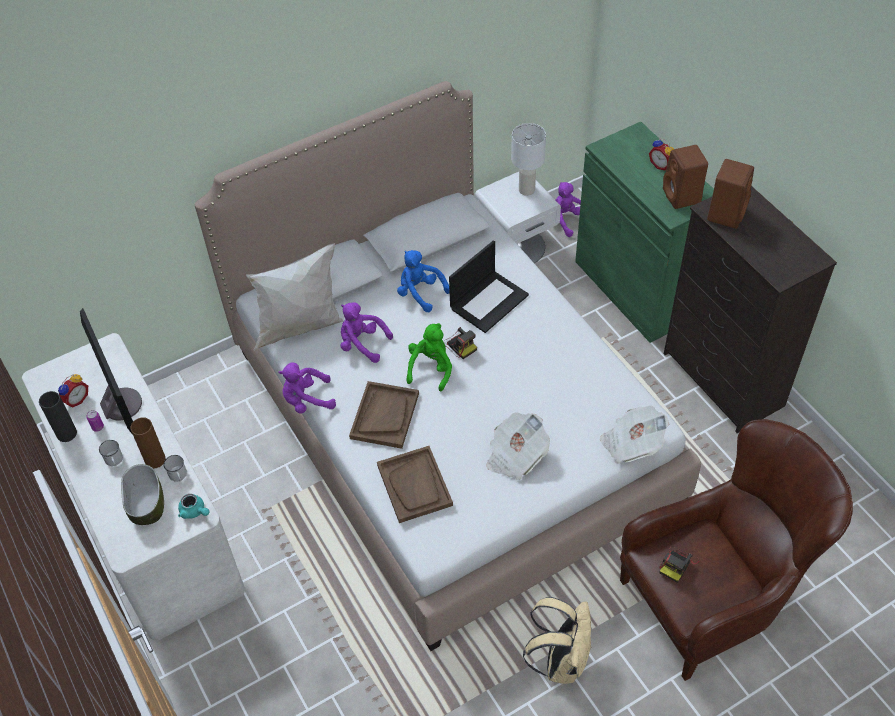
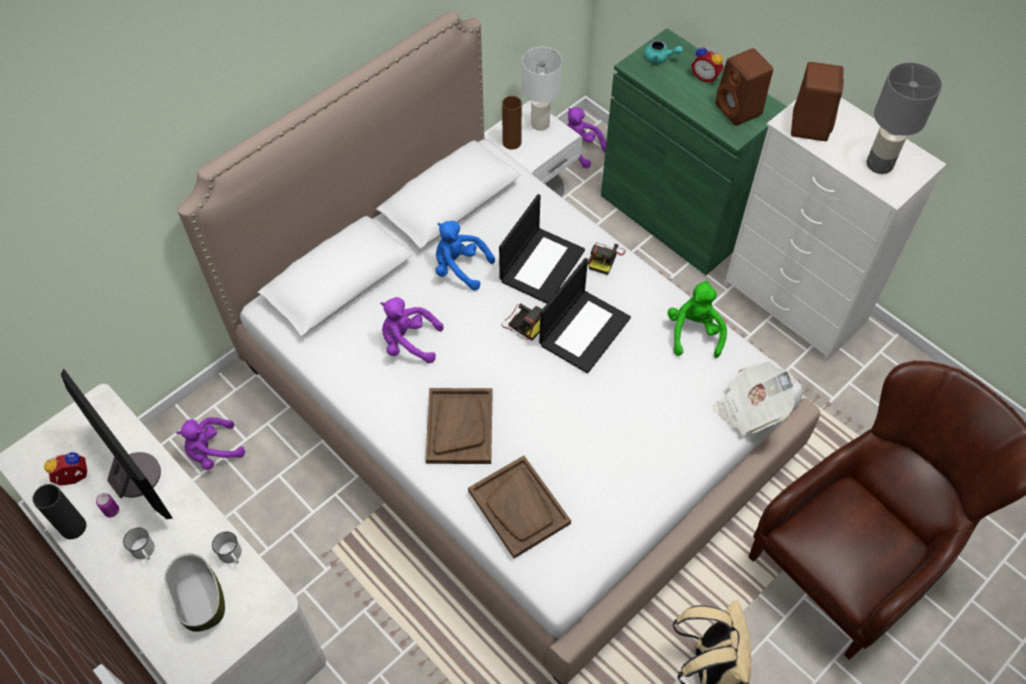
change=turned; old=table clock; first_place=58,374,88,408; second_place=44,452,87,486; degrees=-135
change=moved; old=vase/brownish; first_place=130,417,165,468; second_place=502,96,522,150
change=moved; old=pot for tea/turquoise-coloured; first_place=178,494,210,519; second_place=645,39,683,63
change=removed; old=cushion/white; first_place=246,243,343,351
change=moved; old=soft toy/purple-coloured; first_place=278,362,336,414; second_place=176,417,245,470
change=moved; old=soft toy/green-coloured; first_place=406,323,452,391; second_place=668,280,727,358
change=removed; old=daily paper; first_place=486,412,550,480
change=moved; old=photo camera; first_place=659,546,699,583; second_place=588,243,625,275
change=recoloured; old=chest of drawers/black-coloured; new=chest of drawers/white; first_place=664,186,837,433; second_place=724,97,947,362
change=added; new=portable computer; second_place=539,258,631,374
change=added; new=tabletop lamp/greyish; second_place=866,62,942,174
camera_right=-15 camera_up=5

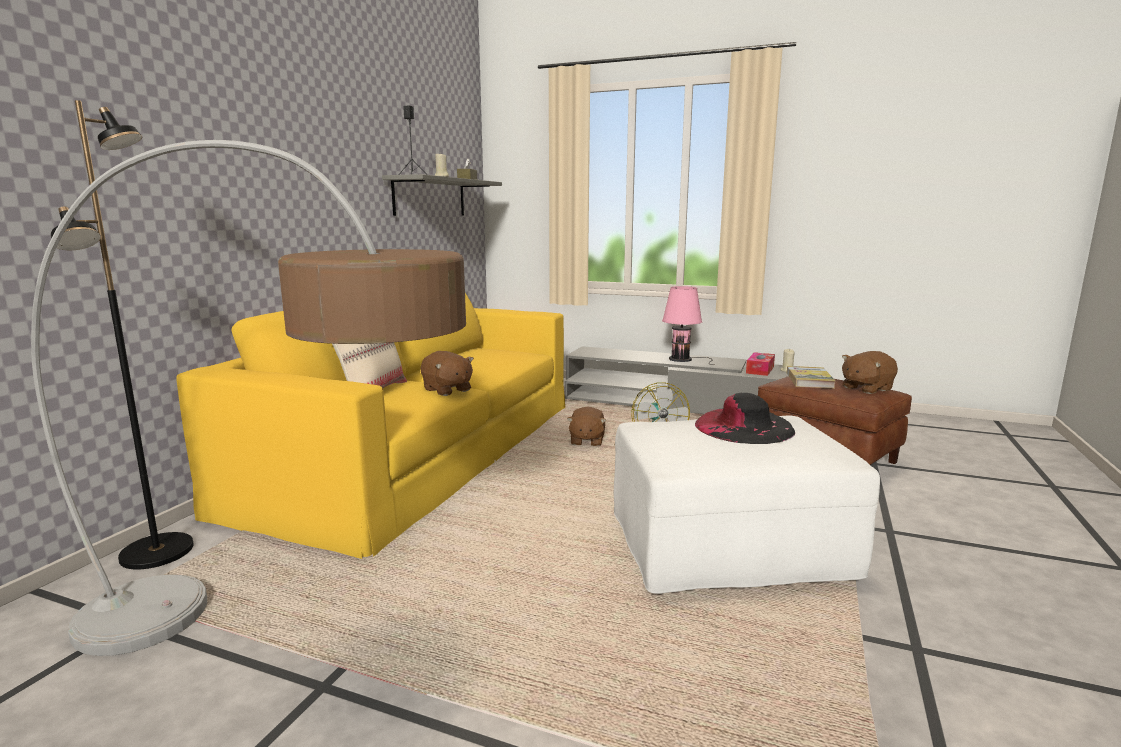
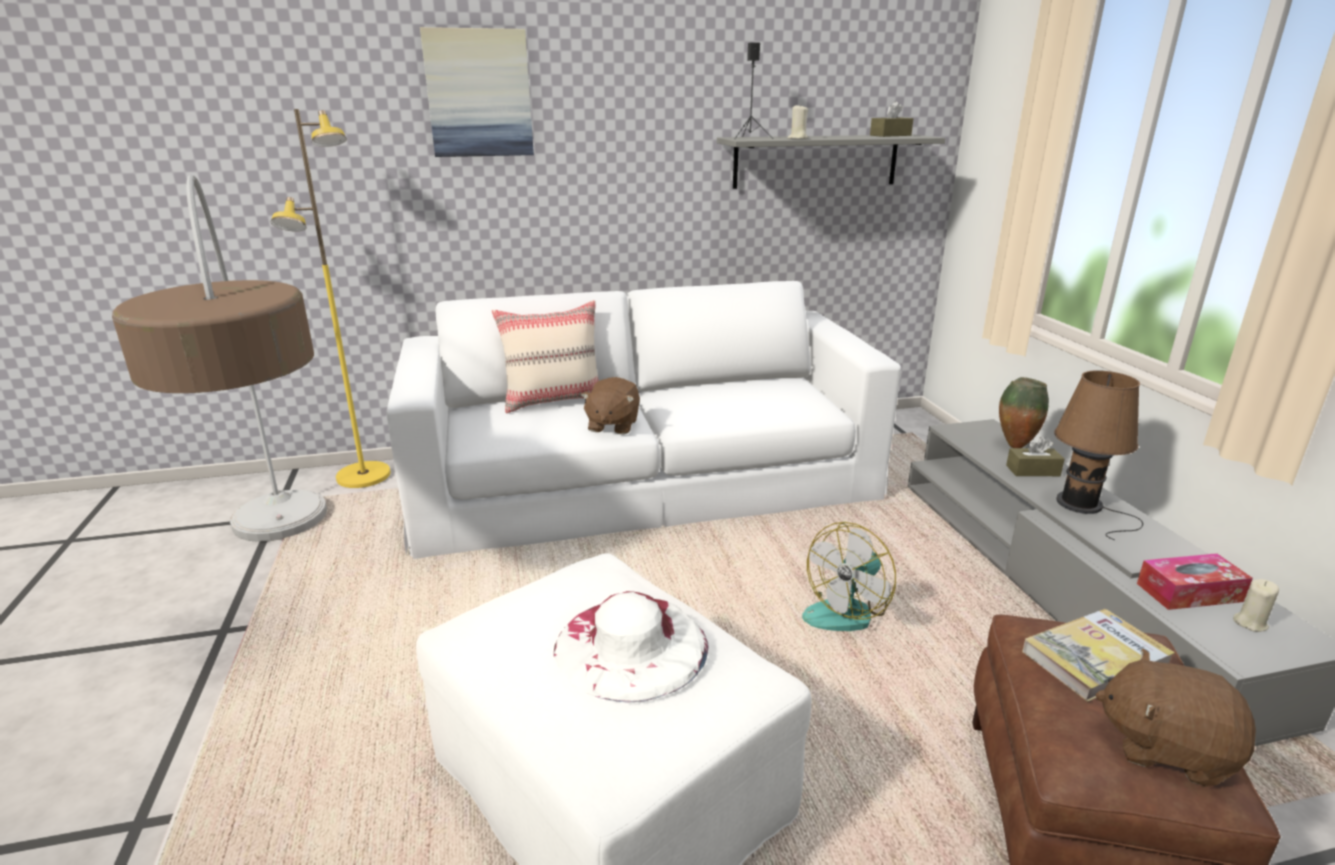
change=recoloured; old=floor lamp/black-coloured; new=floor lamp/yellowish; first_place=51,100,194,570; second_place=271,109,391,488
change=recoloured; old=couch/yellowish; new=couch/white; first_place=176,293,565,559; second_place=387,281,901,559
change=removed; old=soft toy/brownish; first_place=567,406,606,446
change=recoloured; old=tabletop lamp/pink-coloured; new=tabletop lamp/brownish; first_place=662,286,715,365; second_place=1054,370,1143,540
change=recoloured; old=clothing hat/black-coloured; new=clothing hat/white; first_place=695,393,795,444; second_place=554,591,709,702
change=added; new=wall picture; second_place=420,27,534,157
change=added; new=vase; second_place=999,377,1049,448
change=added; new=tissue box/brownish; second_place=1006,437,1065,476
camera_right=55 camera_up=10

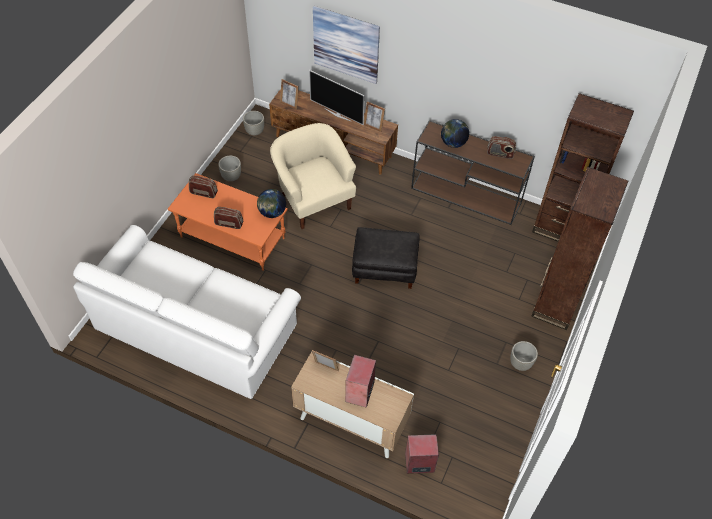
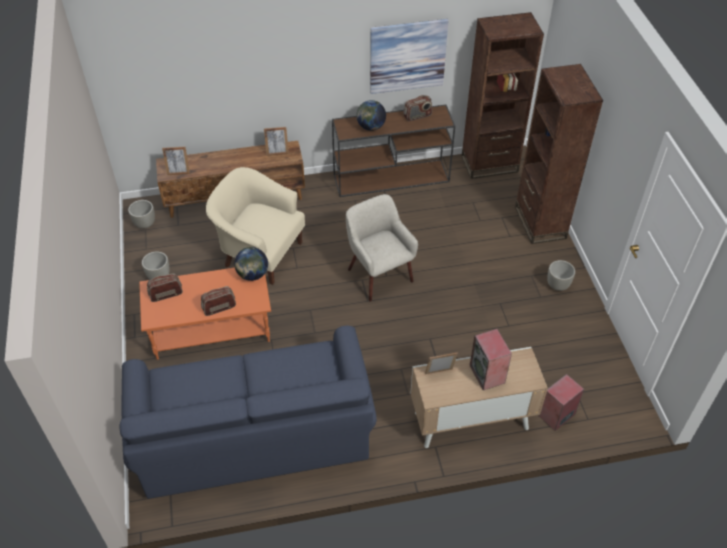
change=recoloured; old=couch/white; new=couch/bluish; first_place=73,225,301,399; second_place=120,326,377,499
change=removed; old=television; first_place=309,70,365,125
change=moved; old=wall picture; first_place=313,6,380,84; second_place=370,19,449,94
change=replaced; old=ottoman/black-coloured; new=lounge chair/beige-coloured; first_place=352,227,420,289; second_place=346,194,418,302
camera_right=-35 camera_up=-5

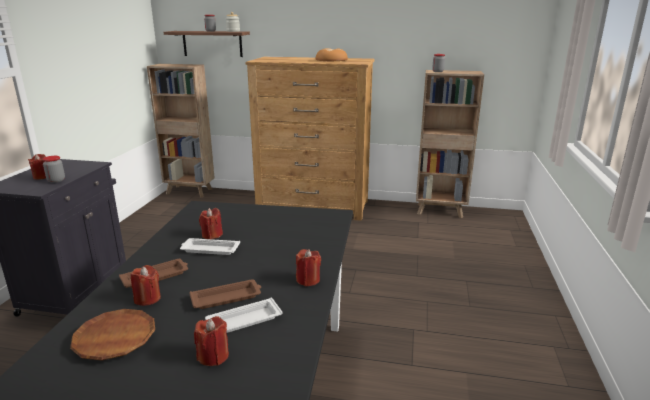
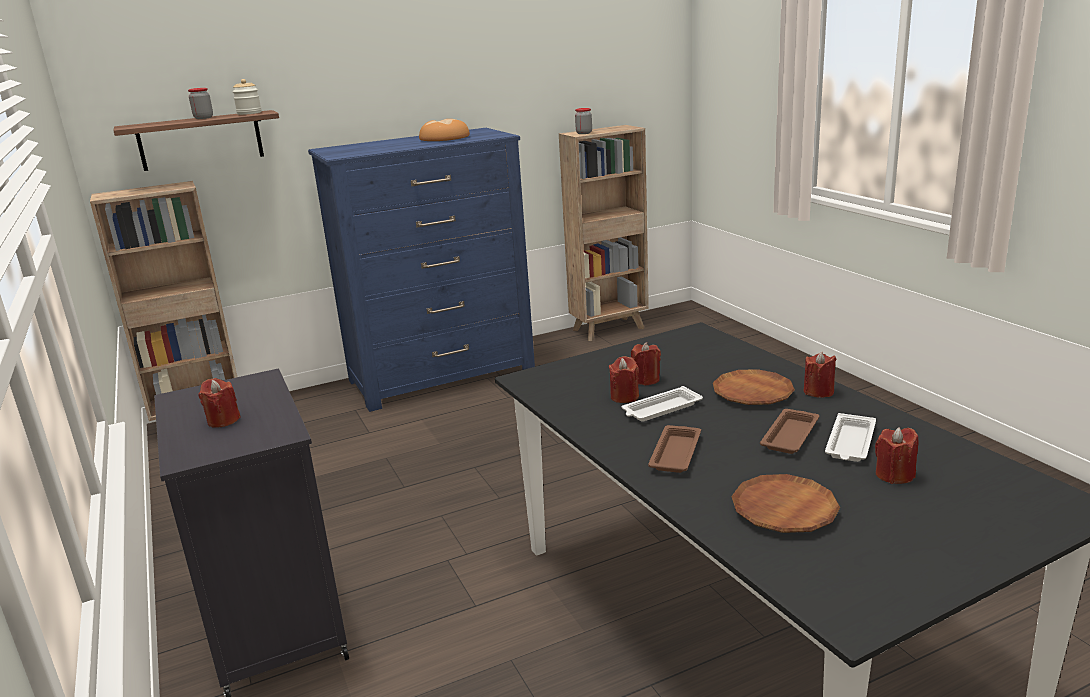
change=removed; old=preserve jar; first_place=42,156,65,183
change=moved; old=candle/red-coloured; first_place=131,265,161,306; second_place=631,342,661,385
change=recoloured; old=chest of drawers/brownish; new=chest of drawers/bluish; first_place=246,57,374,221; second_place=308,128,535,412
change=added; new=plate/brownish; second_place=713,369,795,405
camera_right=-35 camera_up=0

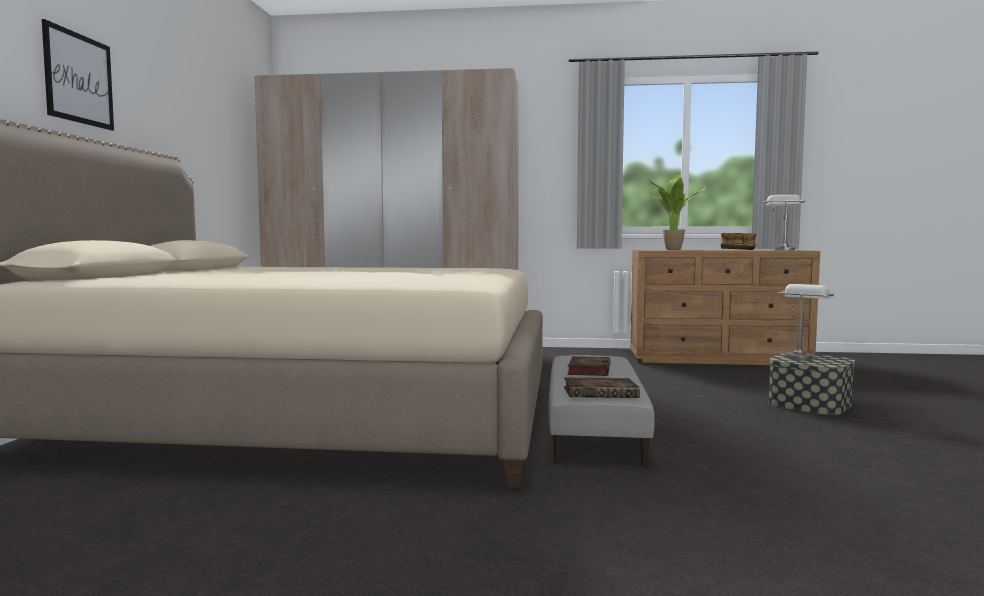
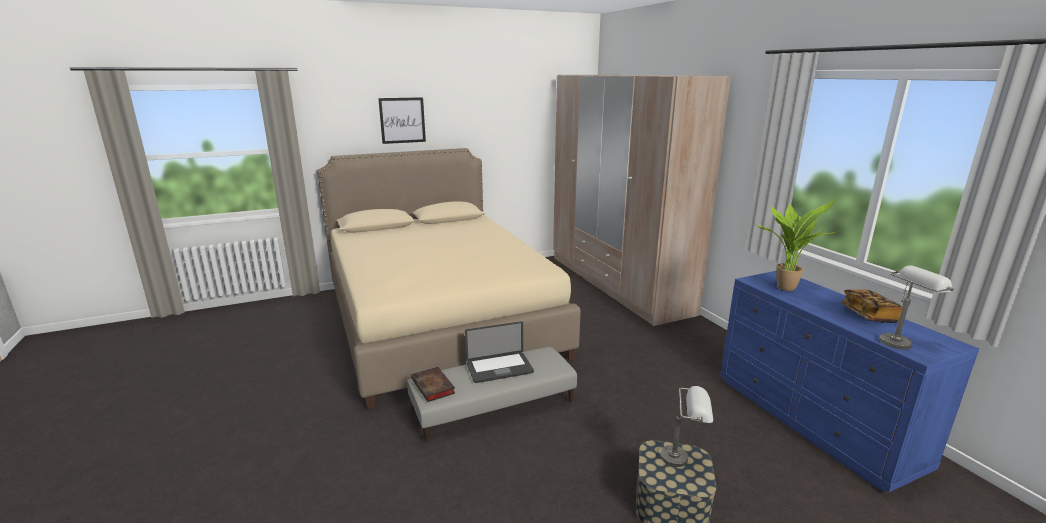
change=replaced; old=volume; new=portable computer; first_place=567,356,610,376; second_place=465,321,534,383
change=recoloured; old=chest of drawers/brownish; new=chest of drawers/bluish; first_place=630,250,820,365; second_place=720,271,979,492
camera_right=60 camera_up=15

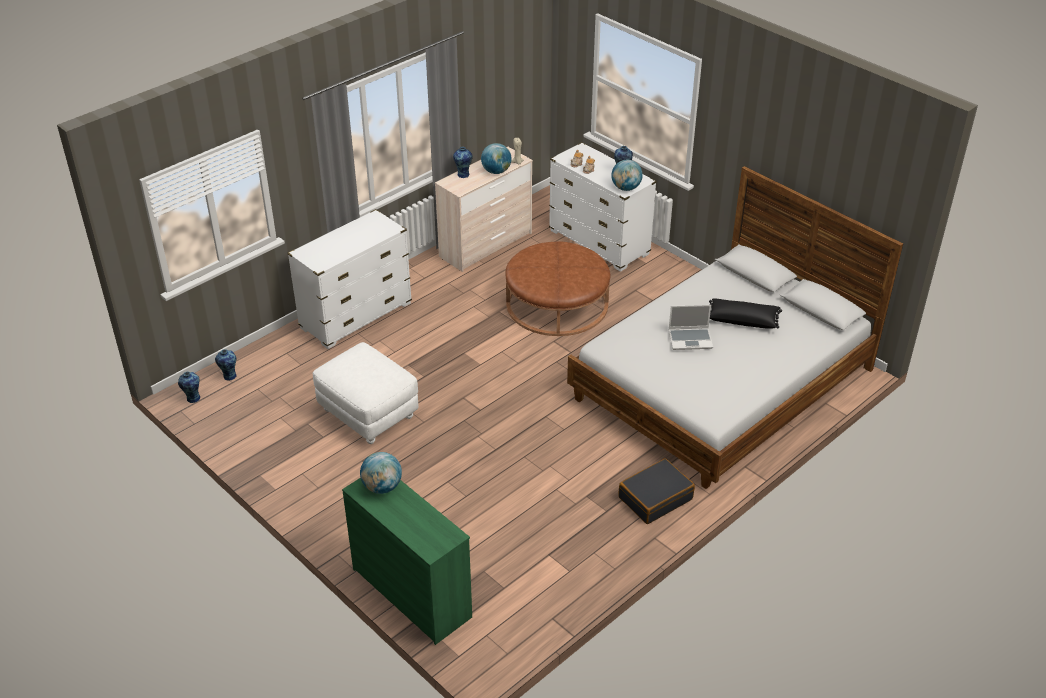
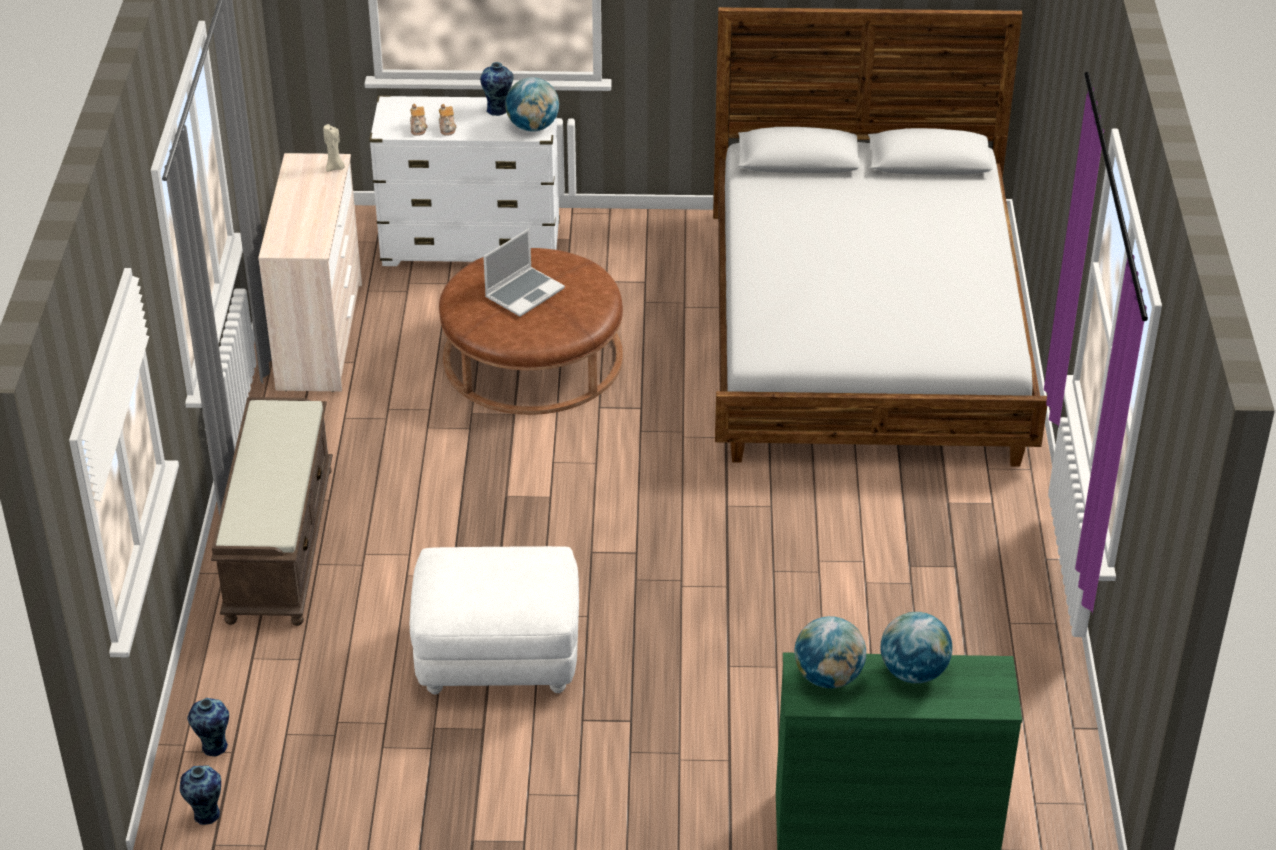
change=replaced; old=chest of drawers/white; new=bench/brownish; first_place=288,209,412,349; second_place=211,397,333,626
change=removed; old=vase; first_place=453,147,473,178
change=moved; old=desk globe; first_place=481,143,511,174; second_place=880,612,953,683
change=removed; old=travel case/black-coloured; first_place=618,458,695,524
change=moved; old=portable computer; first_place=669,305,713,350; second_place=483,228,565,317
change=removed; old=cushion/black-coloured; first_place=709,298,782,329
camera_right=-45 camera_up=0

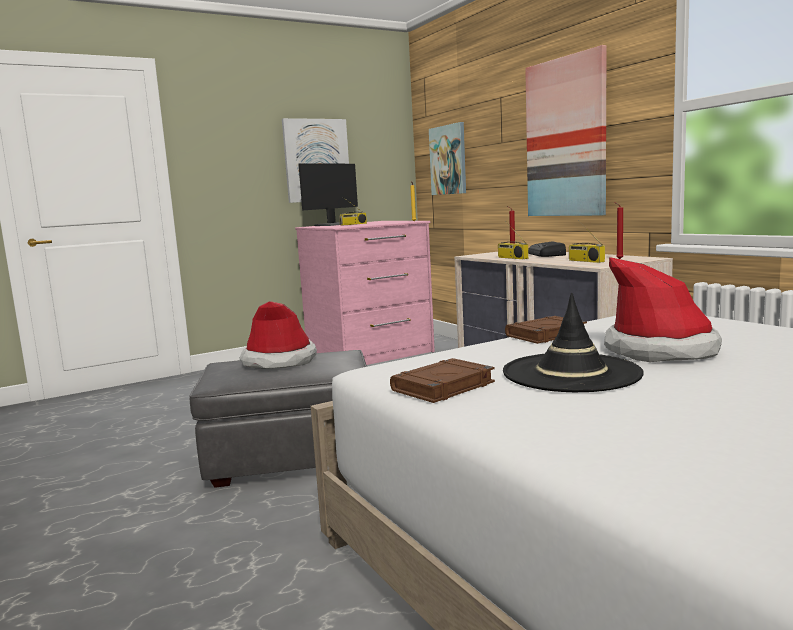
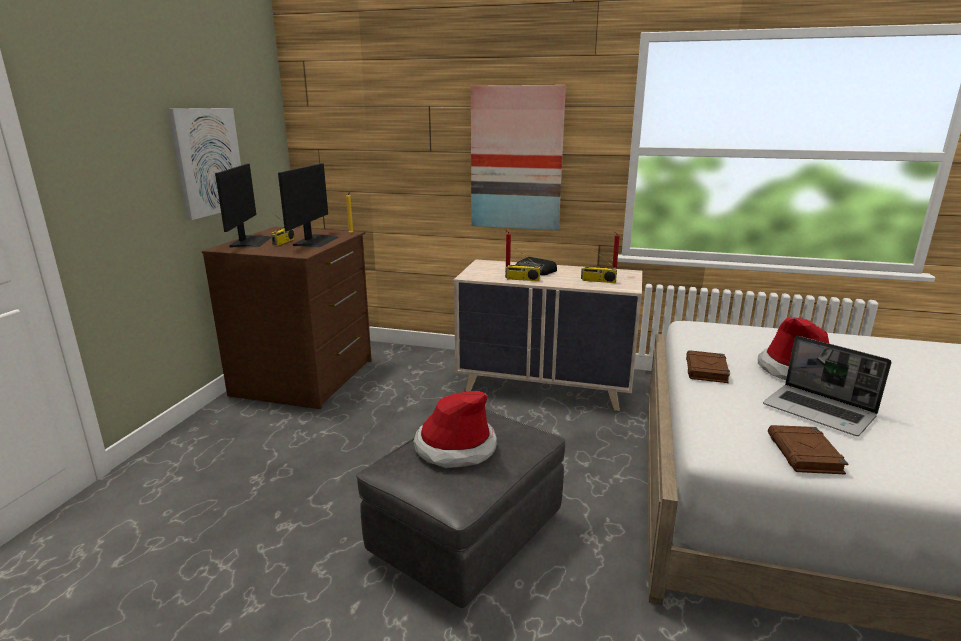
change=recoloured; old=chest of drawers/pink-coloured; new=chest of drawers/brownish; first_place=295,221,435,365; second_place=202,226,372,409
change=removed; old=wall picture; first_place=429,122,466,195
change=replaced; old=clothing hat/black-coloured; new=portable computer; first_place=503,293,644,392; second_place=763,336,892,436
change=added; new=computer screen; second_place=278,163,339,247
camera_right=-45 camera_up=10

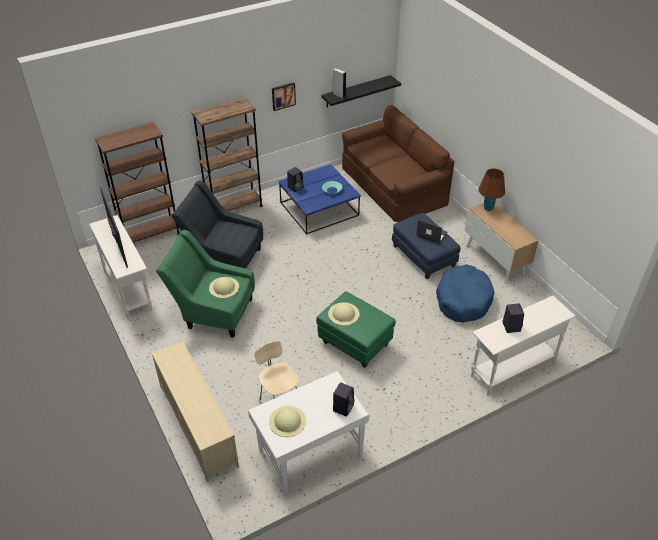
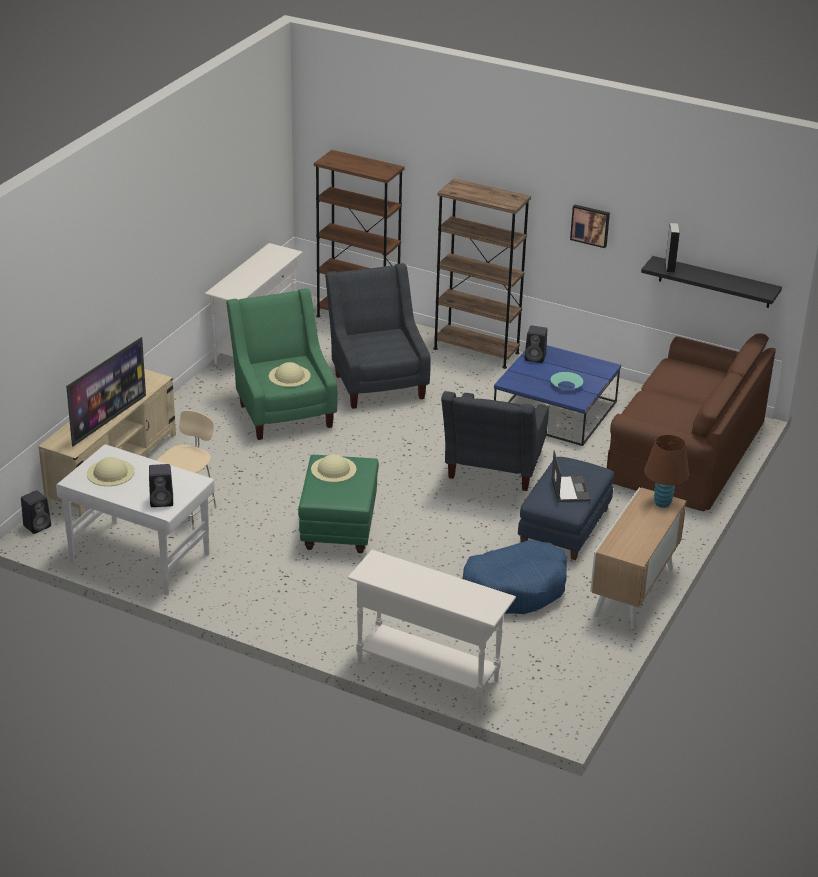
change=moved; old=television; first_place=100,186,128,268; second_place=66,337,146,447
change=moved; old=loudspeaker/black-coloured; first_place=502,303,524,333; second_place=21,490,51,534
change=added; new=lounge chair/greyish; second_place=441,391,549,491
camera_right=55 camera_up=-10

